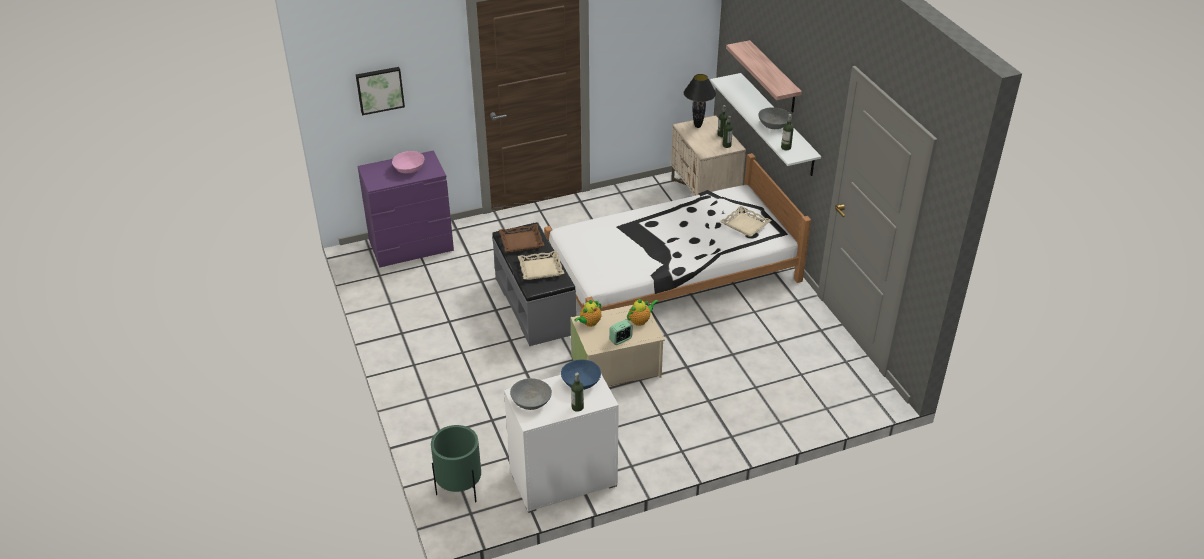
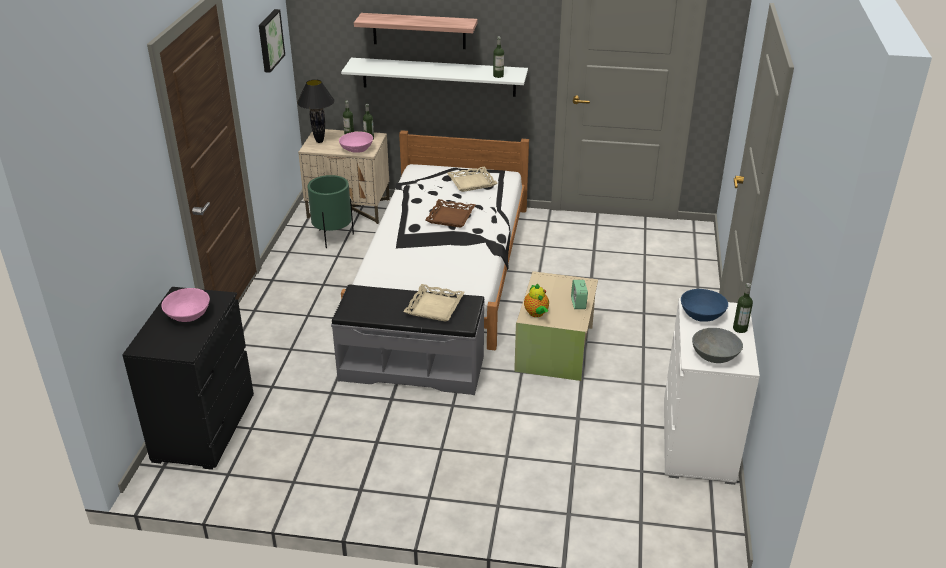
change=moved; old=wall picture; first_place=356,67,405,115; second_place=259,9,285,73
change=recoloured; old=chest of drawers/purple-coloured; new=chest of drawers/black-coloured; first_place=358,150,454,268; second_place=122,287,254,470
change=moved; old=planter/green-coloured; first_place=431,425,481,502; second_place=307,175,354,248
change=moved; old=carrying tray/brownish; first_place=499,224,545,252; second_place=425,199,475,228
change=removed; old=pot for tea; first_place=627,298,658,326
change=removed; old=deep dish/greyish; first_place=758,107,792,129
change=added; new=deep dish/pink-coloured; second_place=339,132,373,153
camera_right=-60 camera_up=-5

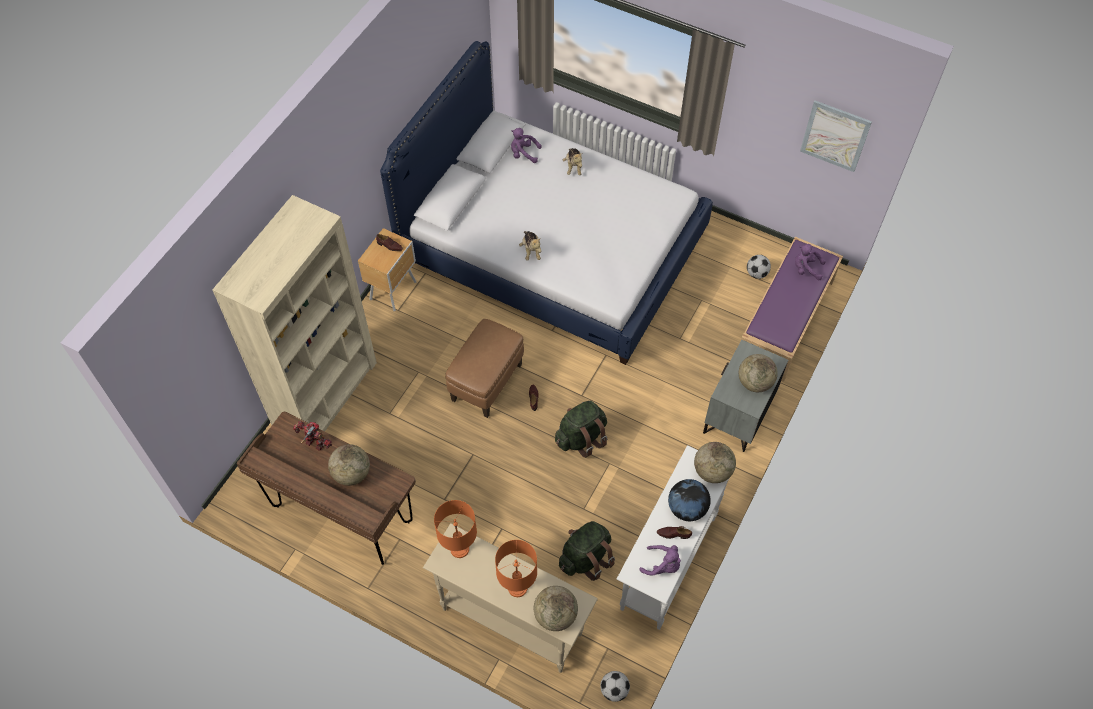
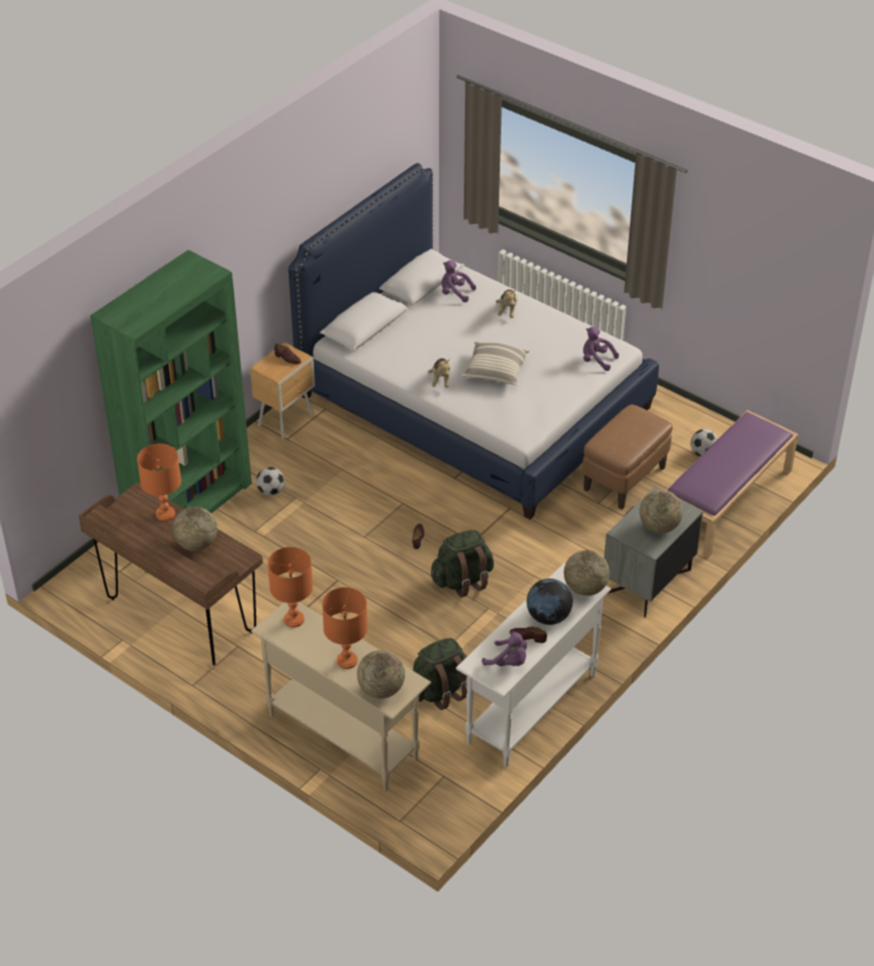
change=recoloured; old=bookcase/beige-coloured; new=bookcase/green-coloured; first_place=213,195,377,431; second_place=90,250,252,514
change=replaced; old=toy robot; new=tabletop lamp/orange-coloured; first_place=293,421,332,451; second_place=137,444,181,521
change=moved; old=ottoman/brownish; first_place=445,319,524,418; second_place=582,405,673,510
change=moved; old=football; first_place=600,671,630,702; second_place=256,467,285,496
change=moved; old=soft toy/purple-coloured; first_place=795,244,826,281; second_place=583,327,619,371
change=removed; old=wall picture; first_place=800,100,872,172
change=added; new=cushion; second_place=462,342,530,386
camera_right=10 camera_up=-15

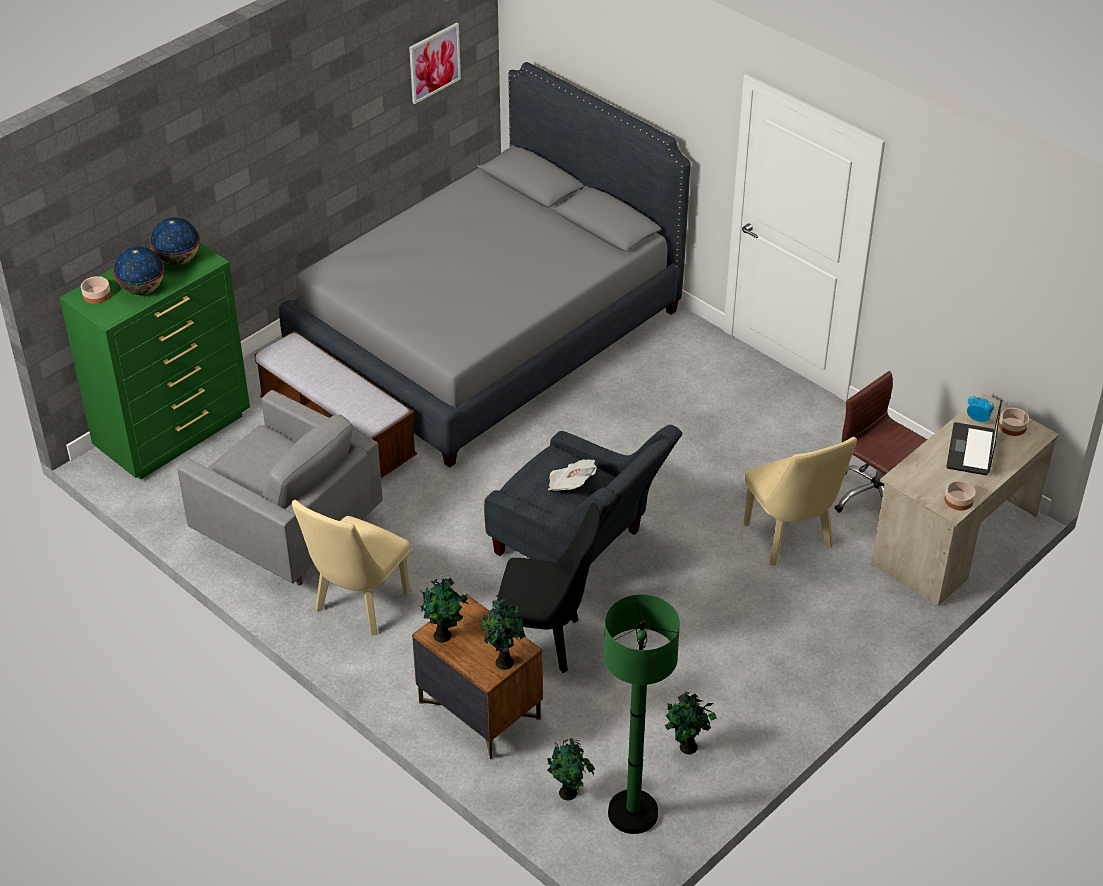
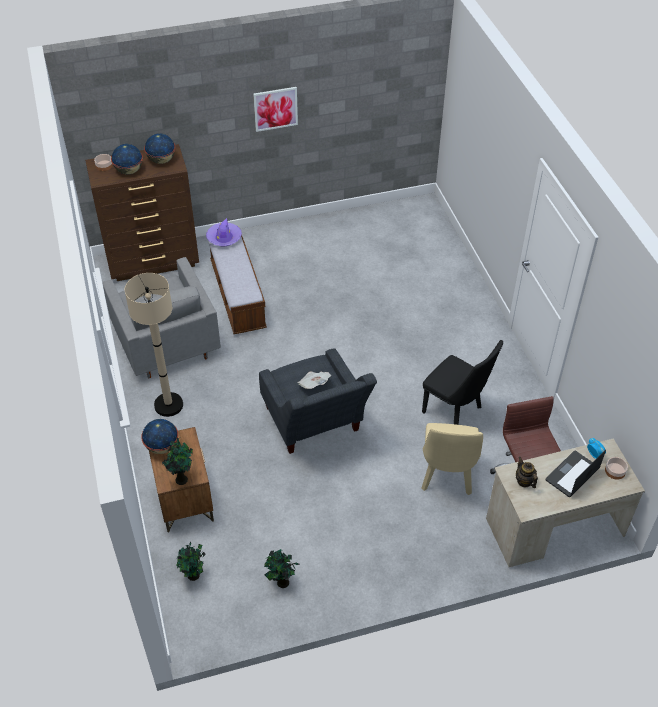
change=recoloured; old=chest of drawers/green-coloured; new=chest of drawers/brownish; first_place=59,242,250,480; second_place=85,144,199,281
change=removed; old=bedroom bed/greyish; first_place=279,62,691,468
change=replaced; old=chair/beige-coloured; new=floor lamp/beige-coloured; first_place=292,500,410,636; second_place=125,273,183,417
change=moved; old=wall picture; first_place=409,23,461,104; second_place=253,87,298,132
change=replaced; old=houseplant; new=desk globe; first_place=420,578,470,643; second_place=141,419,178,454
change=moved; old=chair/black-coloured; first_place=495,503,600,673; second_place=422,340,503,425
change=removed; old=floor lamp/green-coloured; first_place=604,594,680,834
change=removed; old=deep dish; first_place=944,481,975,510
change=added; new=clothing hat/purple-coloured; second_place=206,218,242,246
change=added; new=pot for tea; second_place=516,457,538,488
camera_right=30 camera_up=5

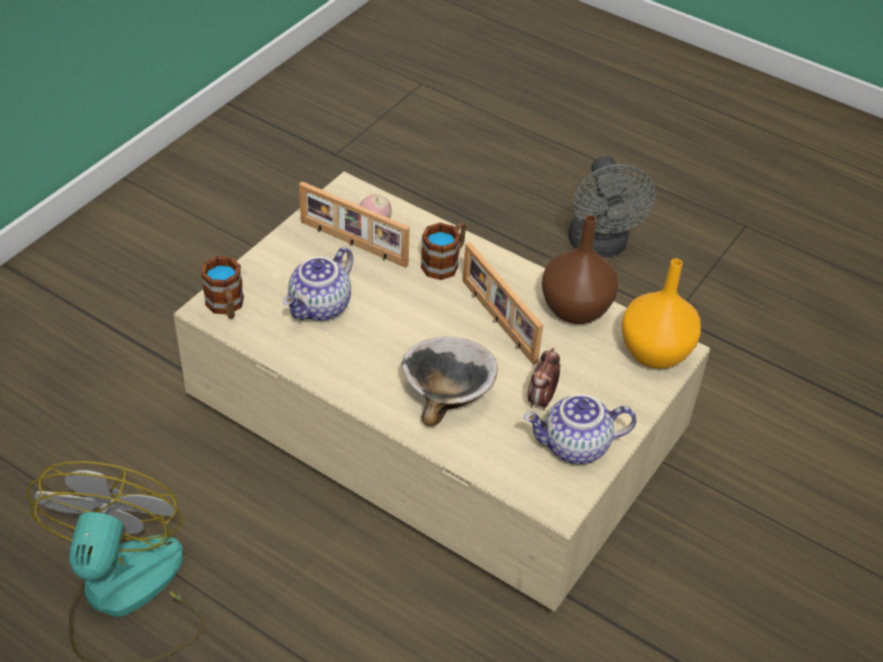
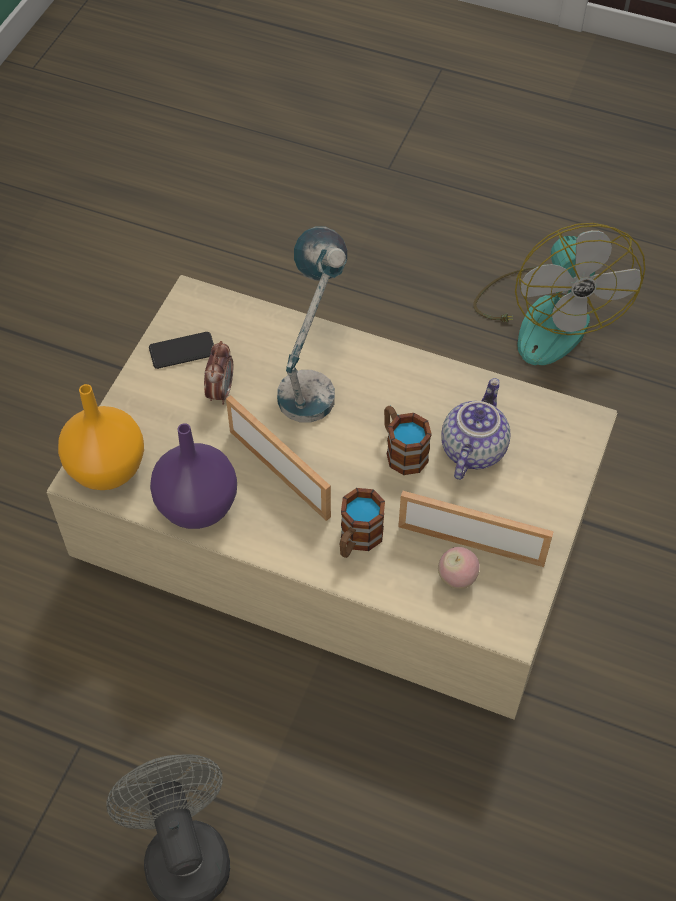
change=moved; old=tea mug; first_place=201,256,244,318; second_place=384,406,432,475
change=replaced; old=deep dish; new=tabletop lamp; first_place=402,336,498,426; second_place=277,227,347,422
change=replaced; old=pot for tea; new=telephone; first_place=524,394,636,464; second_place=149,332,214,369
change=recoloured; old=vase/brownish; new=vase/purple-coloured; first_place=542,215,618,324; second_place=150,423,237,529
camera_right=170 camera_up=10

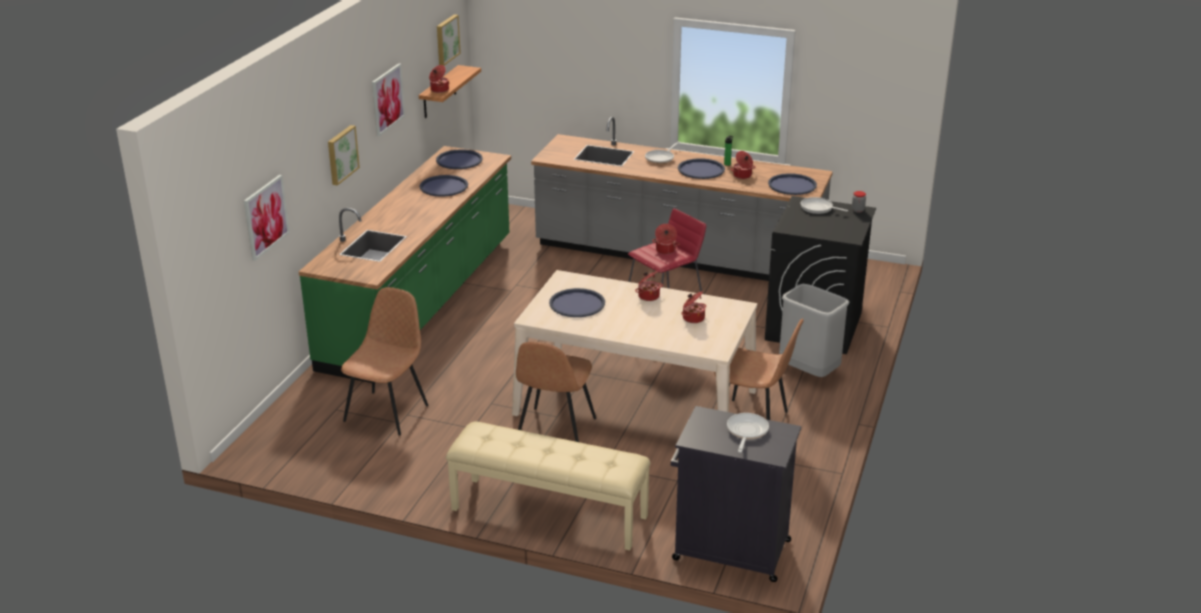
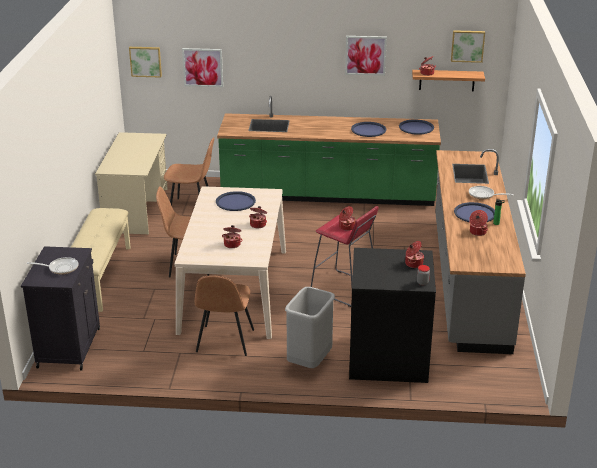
change=moved; old=wall picture; first_place=328,125,360,185; second_place=129,47,162,78
change=removed; old=carrying tray/bluish; first_place=768,173,817,195
change=replaced; old=pan; new=stockpot; first_place=801,197,848,214; second_place=405,241,425,268
change=added; new=desk table/beige-coloured; second_place=95,132,167,235
camera_right=75 camera_up=0

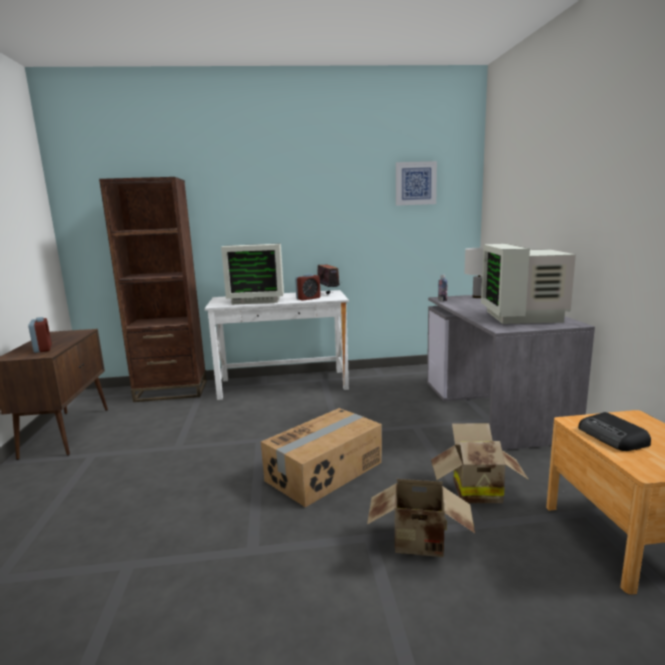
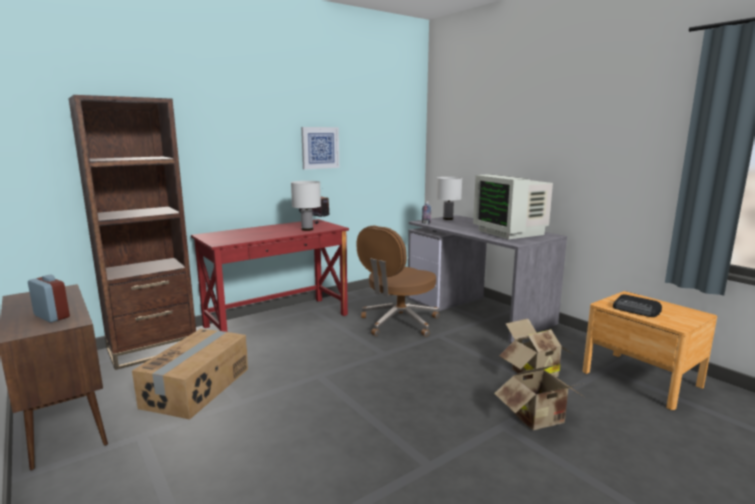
change=recoloured; old=desk table/white; new=desk table/red-coloured; first_place=205,290,349,400; second_place=191,219,349,332
change=removed; old=computer screen; first_place=221,243,284,305
change=moved; old=cardboard box; first_place=261,408,382,507; second_place=132,329,248,420
change=replaced; old=table clock; new=tabletop lamp/white; first_place=295,273,321,301; second_place=291,181,321,231
change=moved; old=wall picture; first_place=396,161,437,206; second_place=301,127,339,170
change=added; new=computer chair/brownish; second_place=356,226,439,337
camera_right=-30 camera_up=0

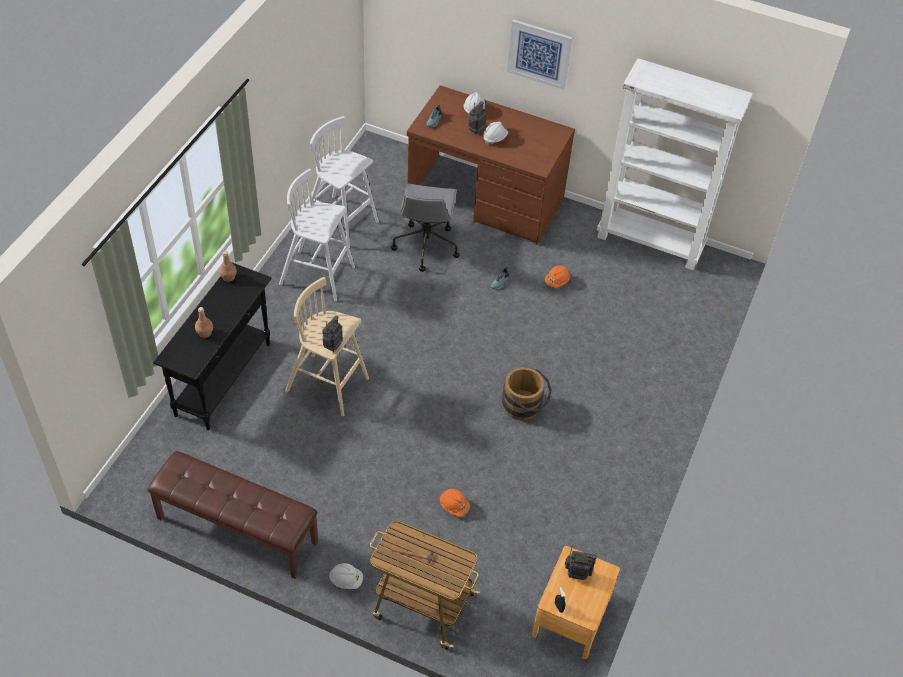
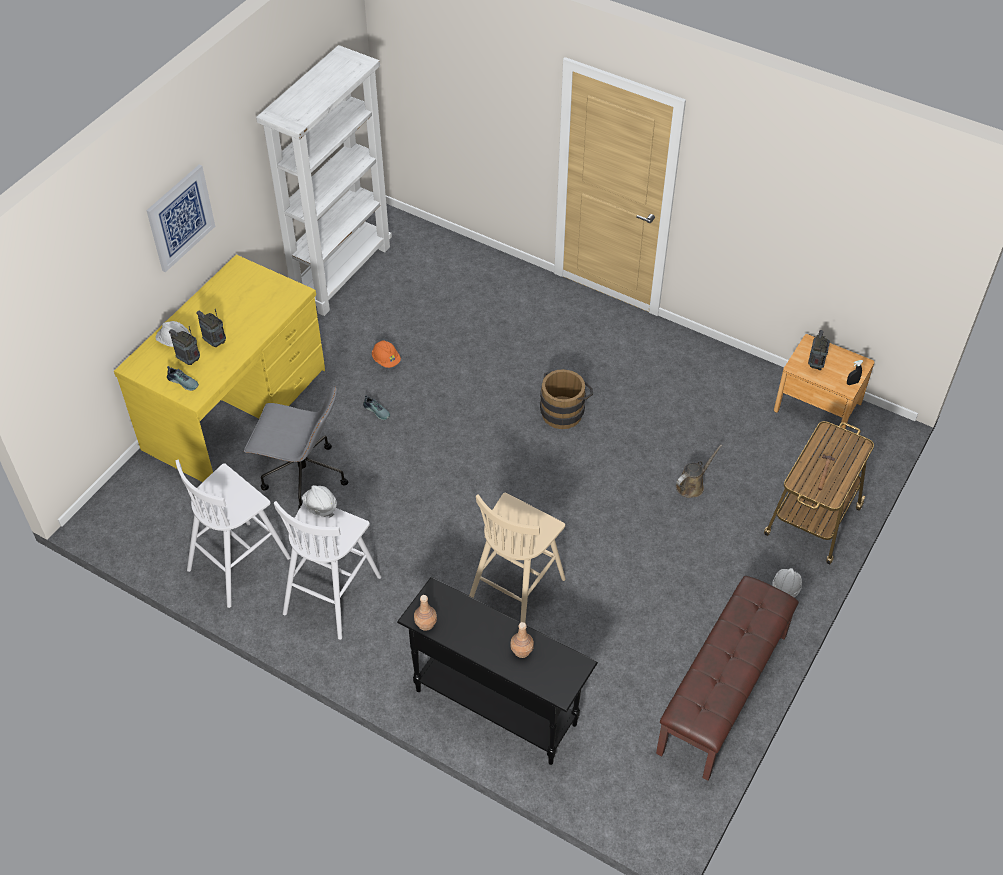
change=moved; old=radio receiver; first_place=322,315,343,352; second_place=169,326,200,365
change=recoloured; old=desk table/brownish; new=desk table/yellowish; first_place=407,85,575,245; second_place=114,255,325,482
change=replaced; old=safety helmet/orange-coloured; new=watering can/brownish; first_place=440,489,470,517; second_place=676,444,723,498
change=moved; old=safety helmet/white; first_place=483,122,508,145; second_place=302,485,337,518
camera_right=-80 camera_up=0

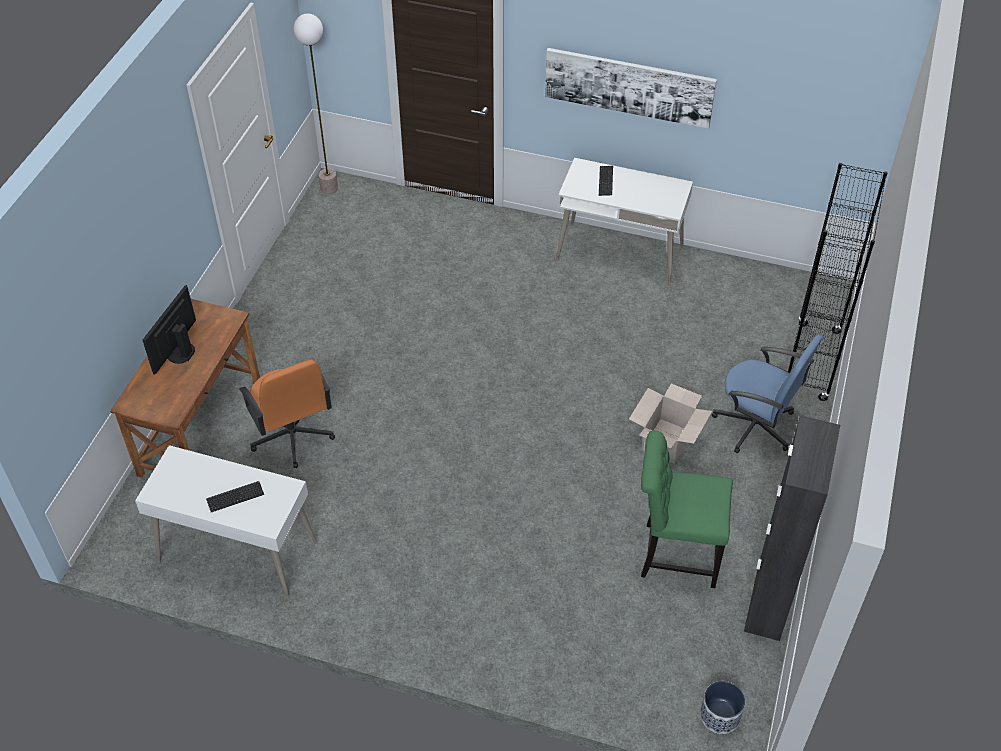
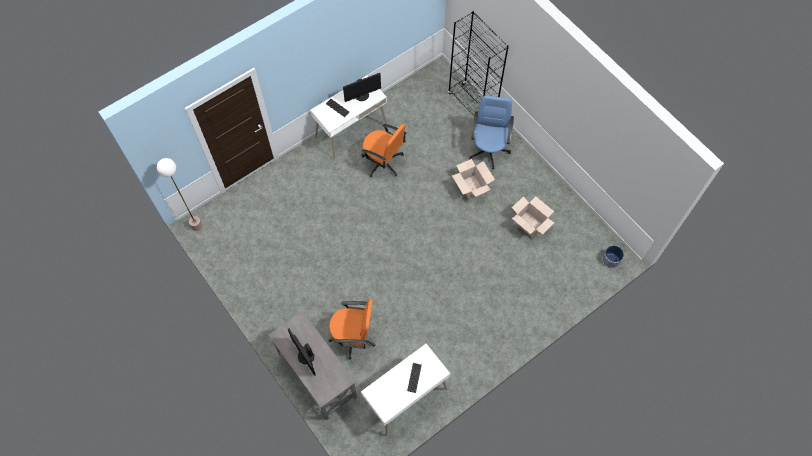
change=recoloured; old=desk table/brownish; new=desk table/greyish; first_place=110,299,260,477; second_place=269,311,357,420
change=removed; old=wall picture; first_place=545,48,717,129
change=replaced; old=chair/green-coloured; new=cardboard box; first_place=641,431,733,588; second_place=512,196,554,238
change=turned; old=computer chair/bluish; first_place=712,335,823,453; second_place=469,95,514,169; degrees=-60
change=removed; old=cupboard/black-coloured; first_place=744,416,840,641
change=added; new=computer screen; second_place=343,73,381,102
change=added; new=computer chair/orange-coloured; second_place=362,124,407,177
camera_right=-55 camera_up=15

